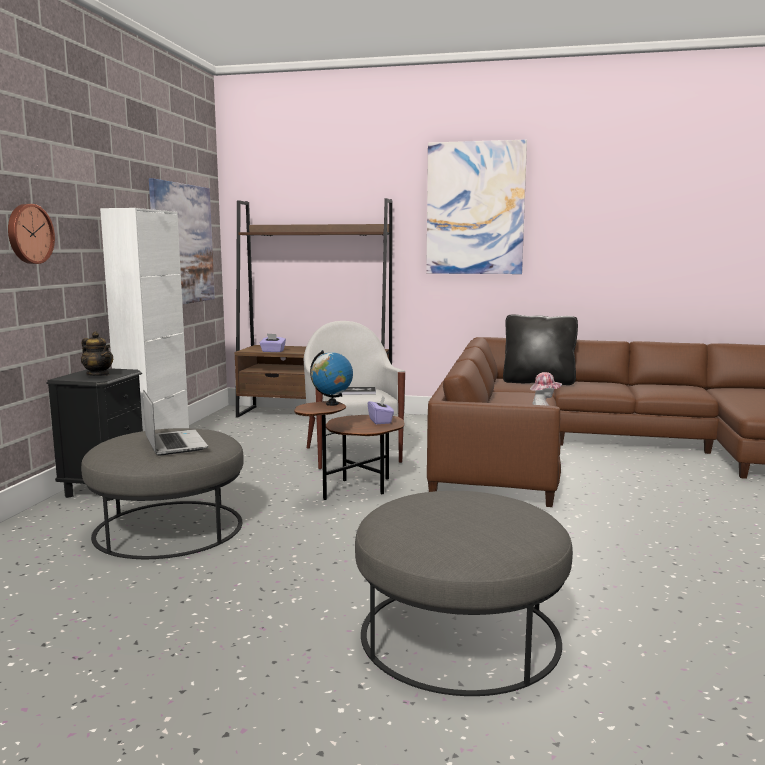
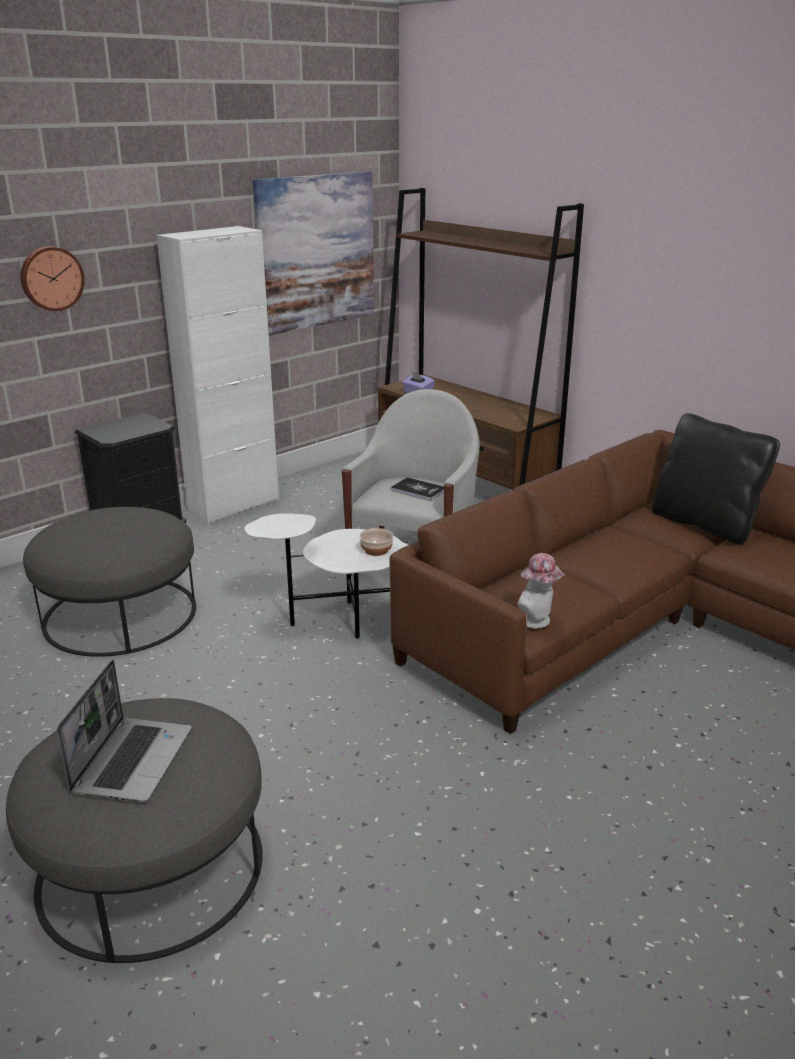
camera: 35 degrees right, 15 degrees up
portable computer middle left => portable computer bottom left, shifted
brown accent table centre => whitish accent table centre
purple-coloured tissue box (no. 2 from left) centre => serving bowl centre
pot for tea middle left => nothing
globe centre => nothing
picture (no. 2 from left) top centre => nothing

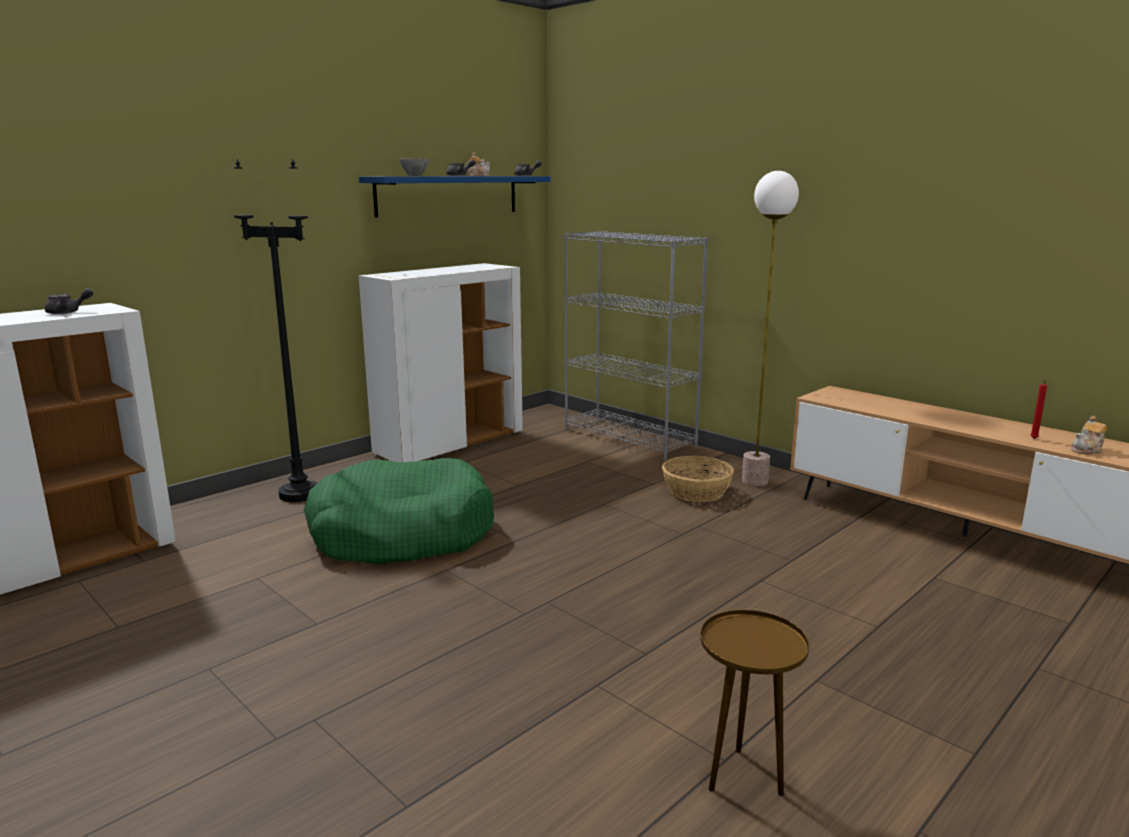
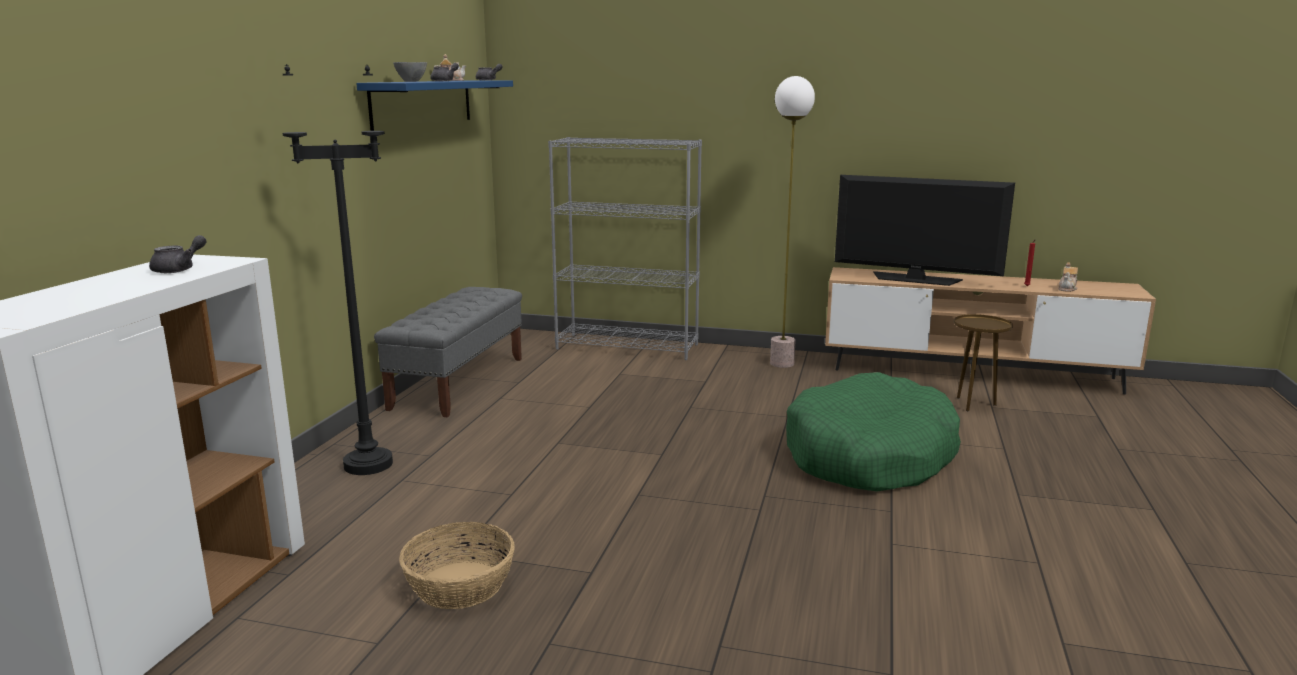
camera: 30 degrees left, 0 degrees up
whitish cupboard (no. 2 from left) centre => grey indoor bench centre
household basket centre => household basket bottom centre, shifted
green-coloured dog bed centre => green-coloured dog bed middle right, shifted
nothing => television middle right
brown accent table bottom right => brown accent table middle right, shifted

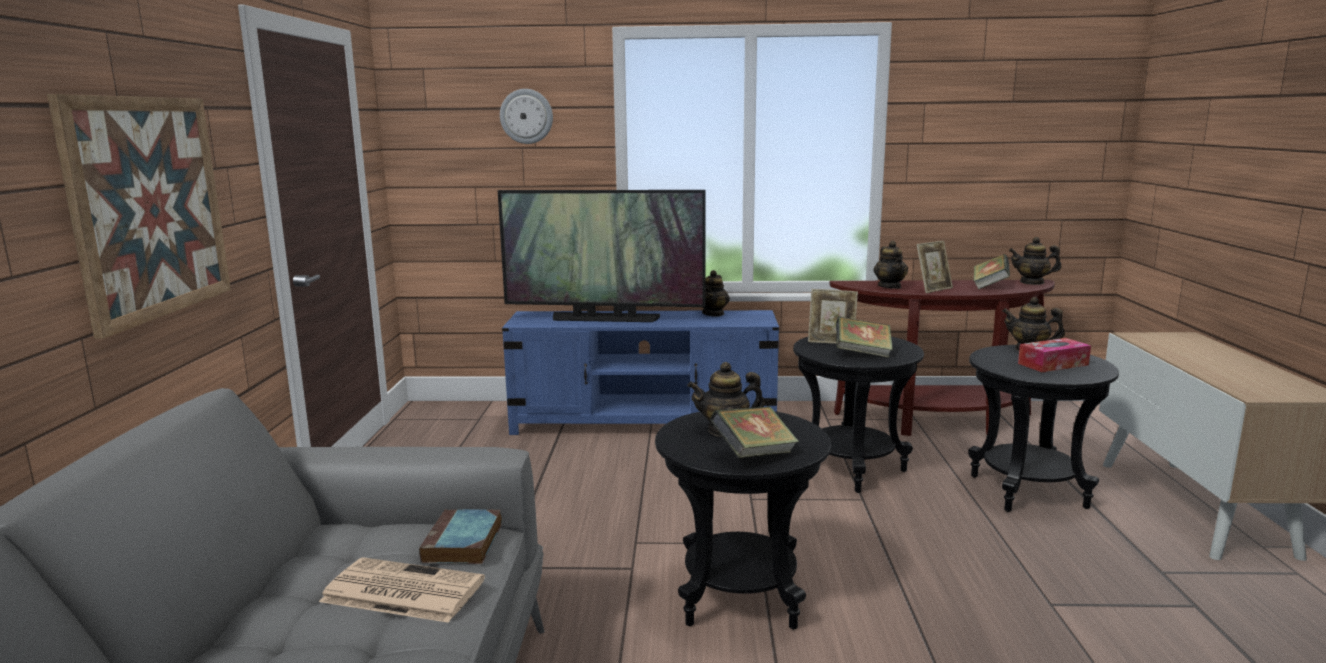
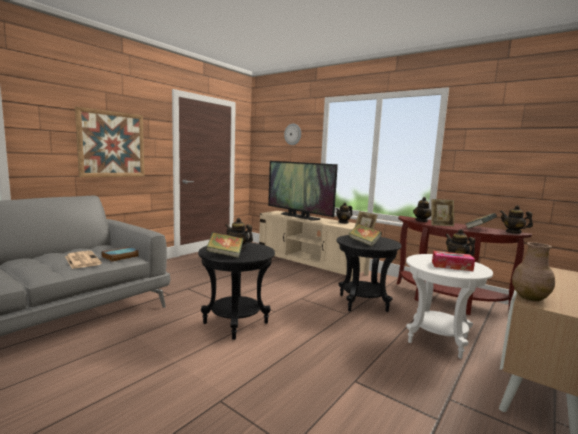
camera: 35 degrees right, 5 degrees down
bluish tv stand centre => beige tv stand centre
black accent table (no. 3 from left) middle right => whitish accent table bottom right
nothing => brown flower vase middle right

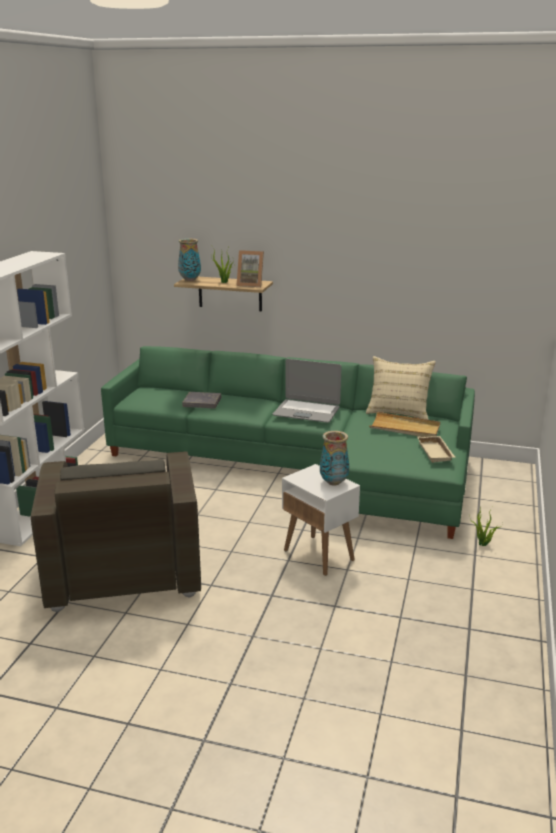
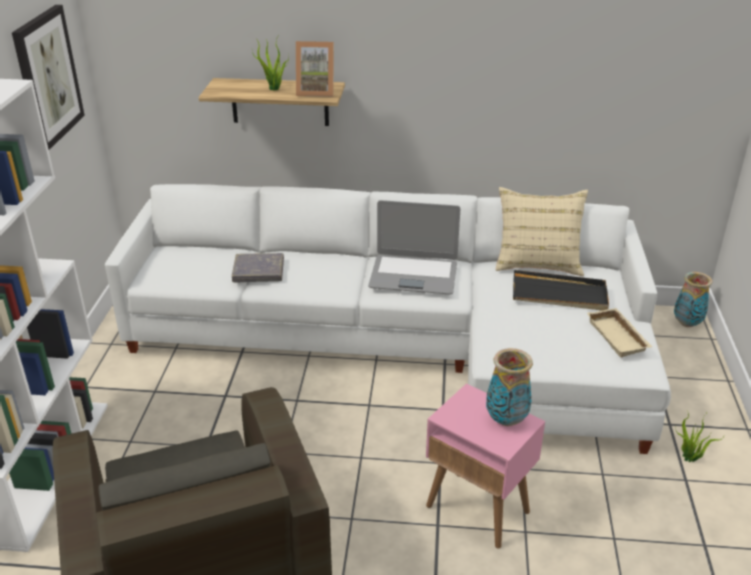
camera: 10 degrees left, 10 degrees up
nothing => picture top left
green-coloured couch centre => whitish couch centre
whitish accent table centre => pinkish accent table bottom centre
beige carrying tray (no. 1 from left) middle right => black carrying tray middle right
flower vase (no. 1 from left in the first image) top centre => flower vase (no. 2 from left) middle right, shifted

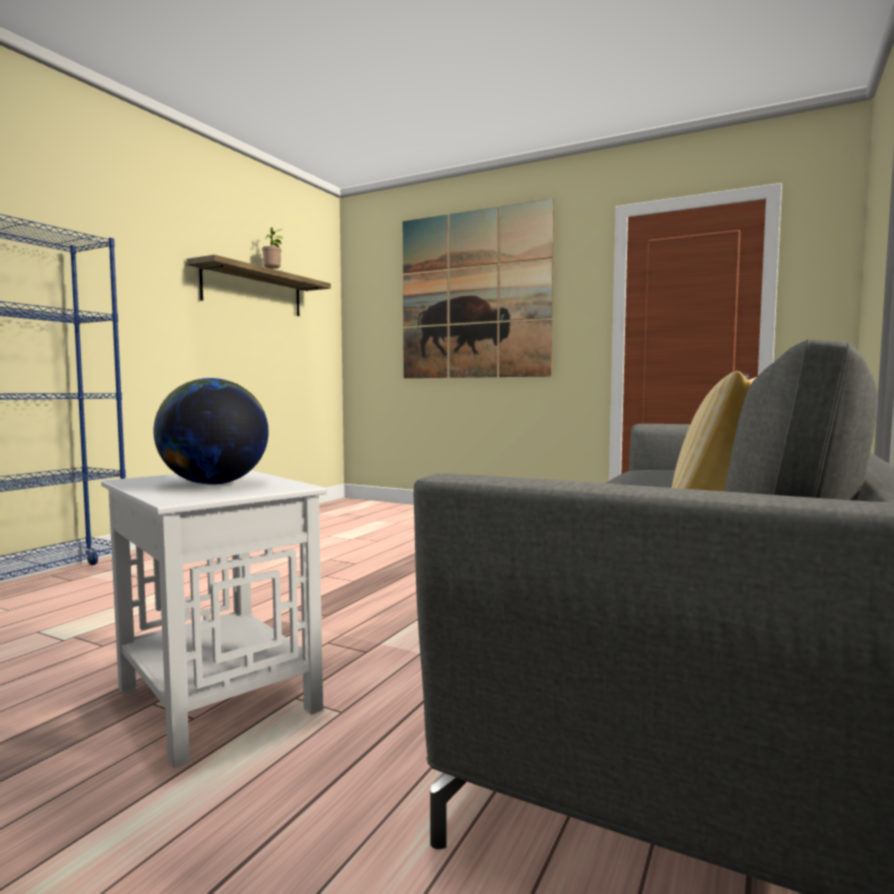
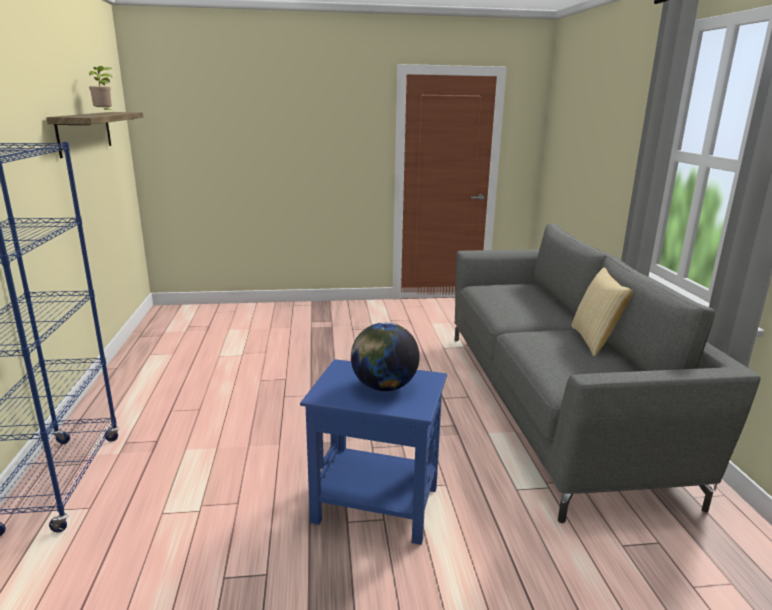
camera: 35 degrees left, 15 degrees up
whitish accent table bottom left => bluish accent table bottom centre
picture top centre => nothing

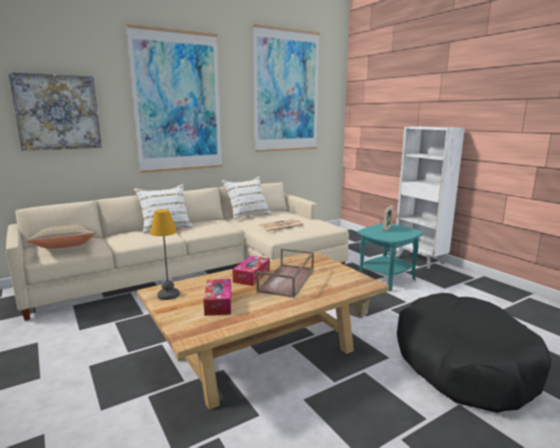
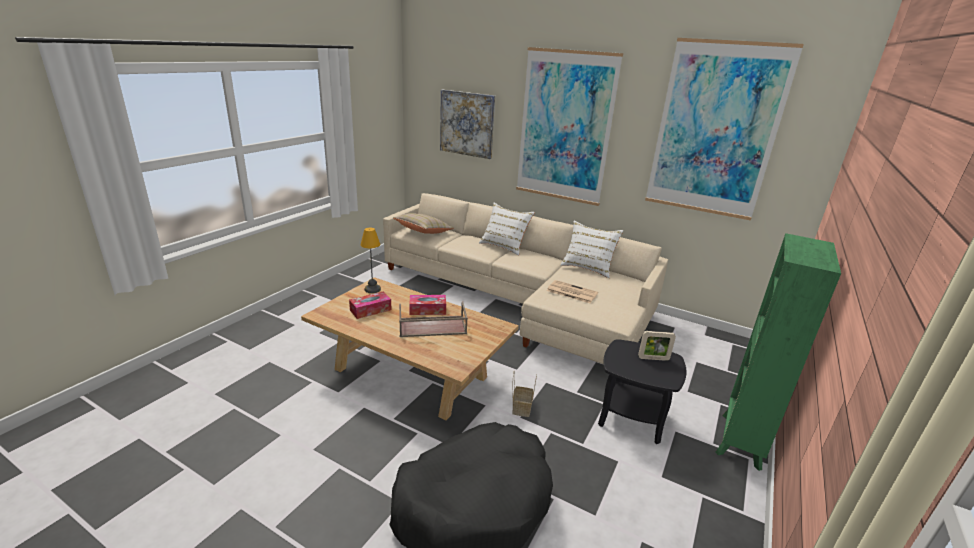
camera: 60 degrees right, 10 degrees up
blue-green accent table middle right => black accent table bottom centre
whitish bookcase middle right => green-coloured bookcase middle right

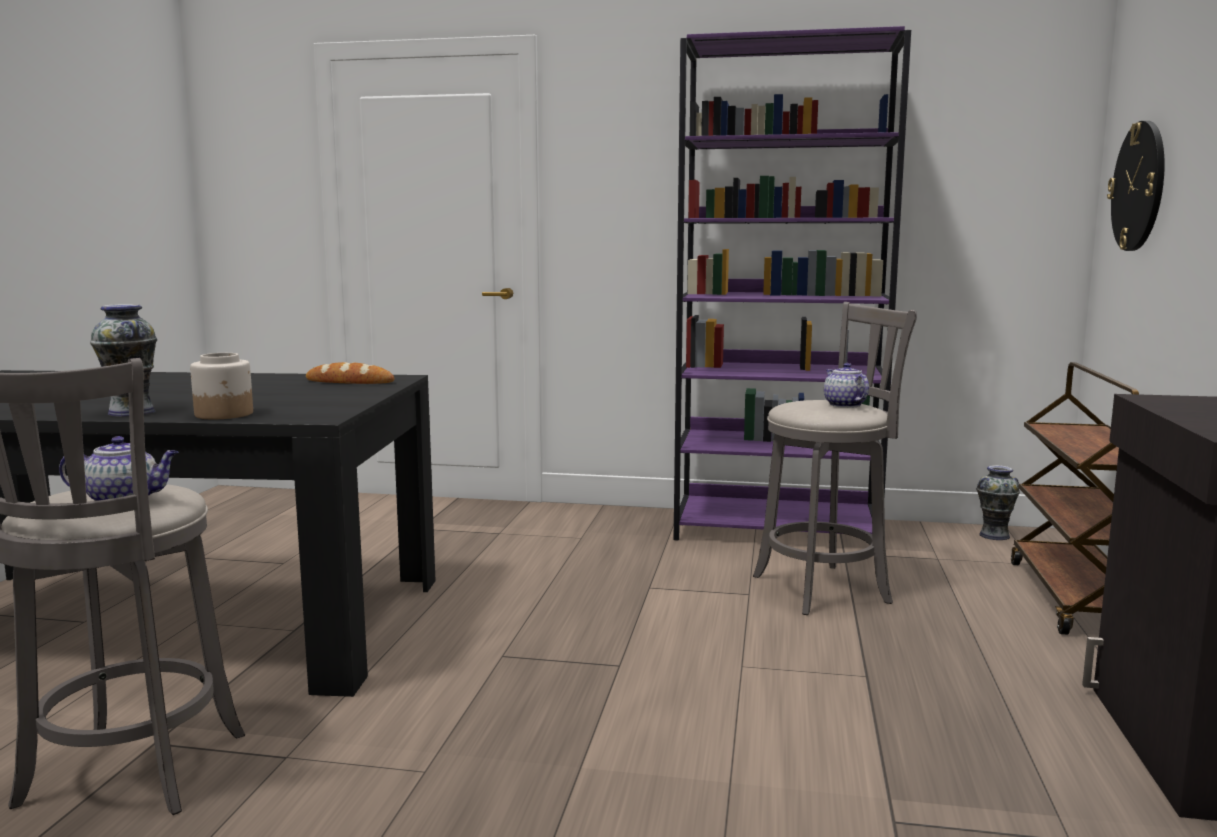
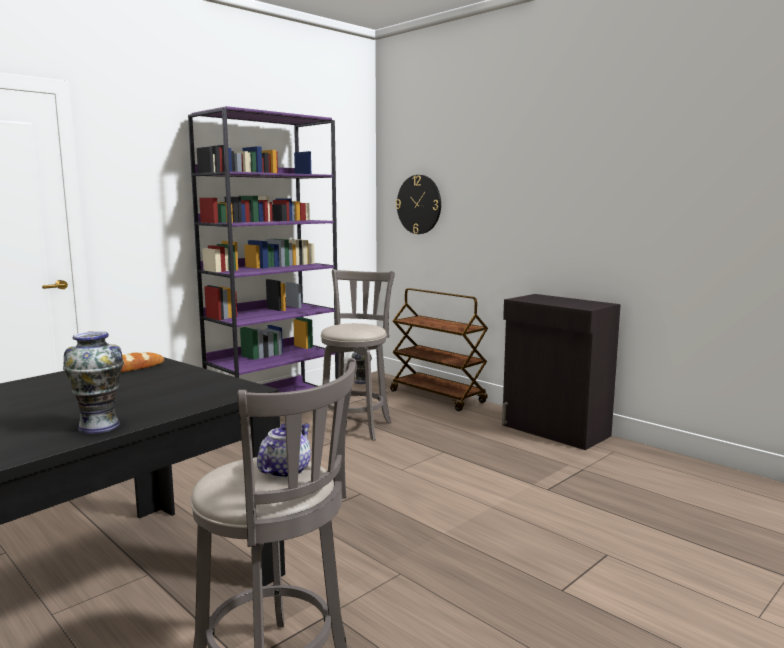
camera: 55 degrees left, 0 degrees up
preserve jar middle left => nothing
pot for tea (no. 2 from left) middle right => nothing

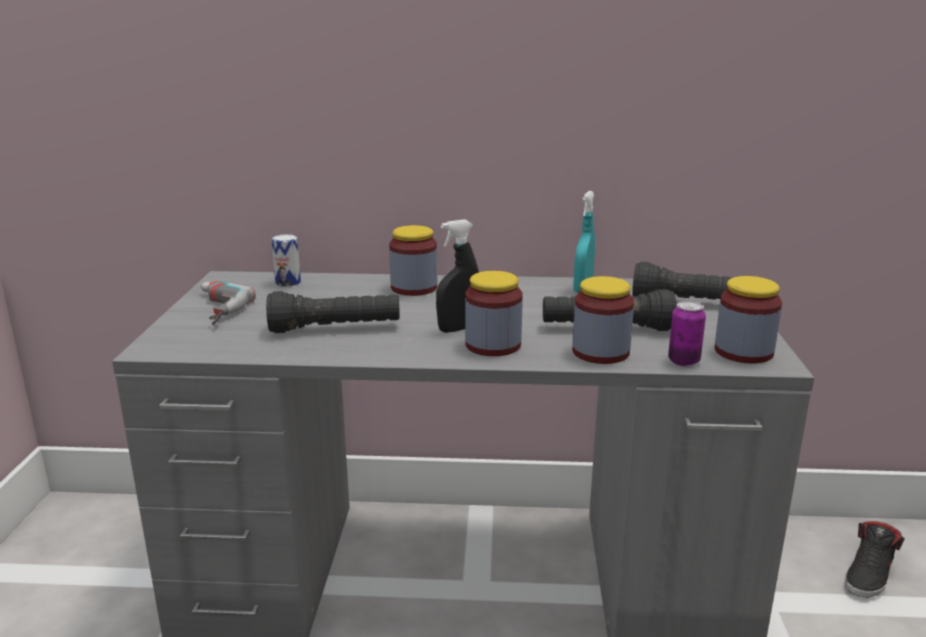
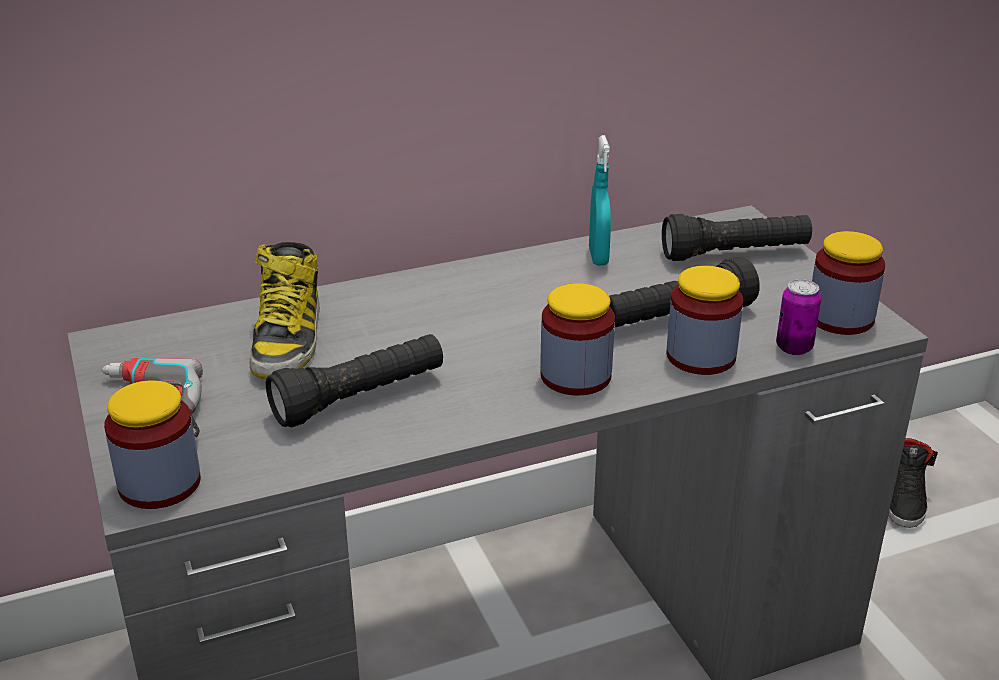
camera: 25 degrees left, 10 degrees up
preserve jar (no. 1 from left) centre => preserve jar (no. 1 from left) middle left, shifted
nothing => boot middle left
can (no. 1 from left) middle left => nothing
black spray bottle centre => nothing

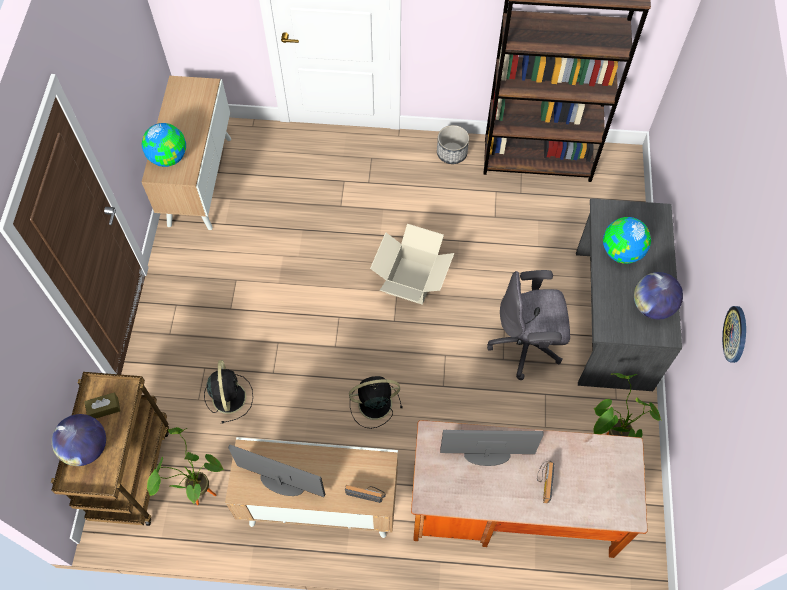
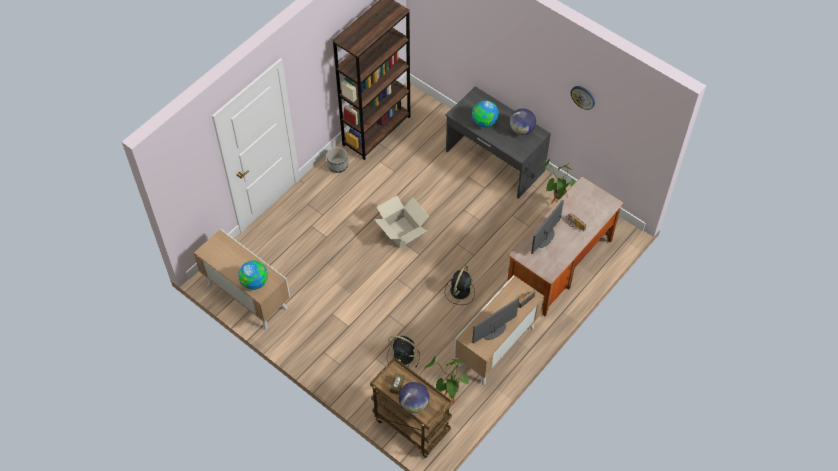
camera: 55 degrees left, 5 degrees down
grey computer chair middle right => nothing

